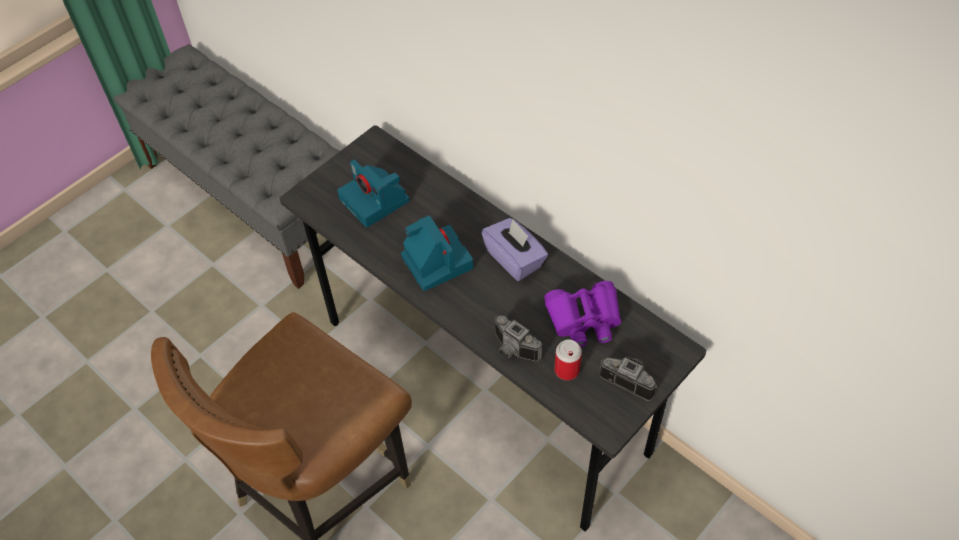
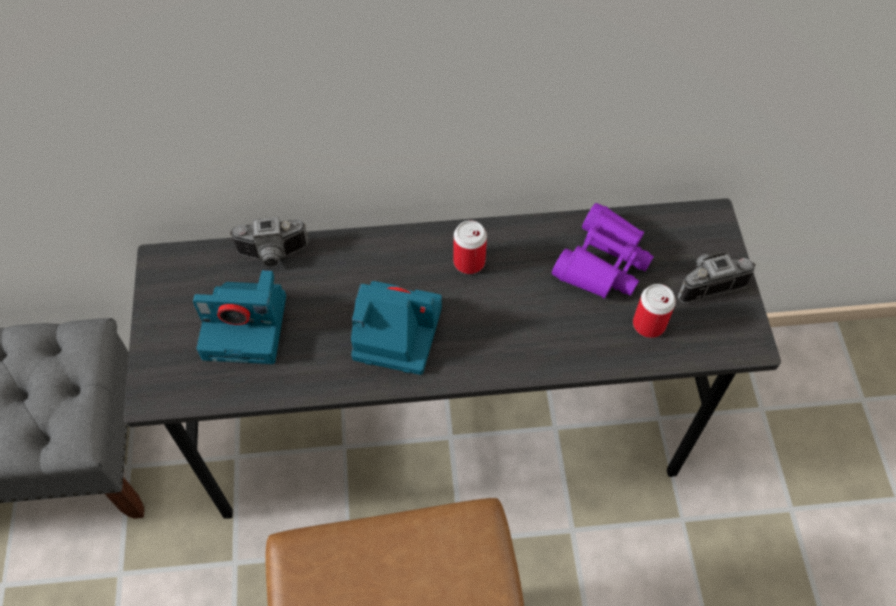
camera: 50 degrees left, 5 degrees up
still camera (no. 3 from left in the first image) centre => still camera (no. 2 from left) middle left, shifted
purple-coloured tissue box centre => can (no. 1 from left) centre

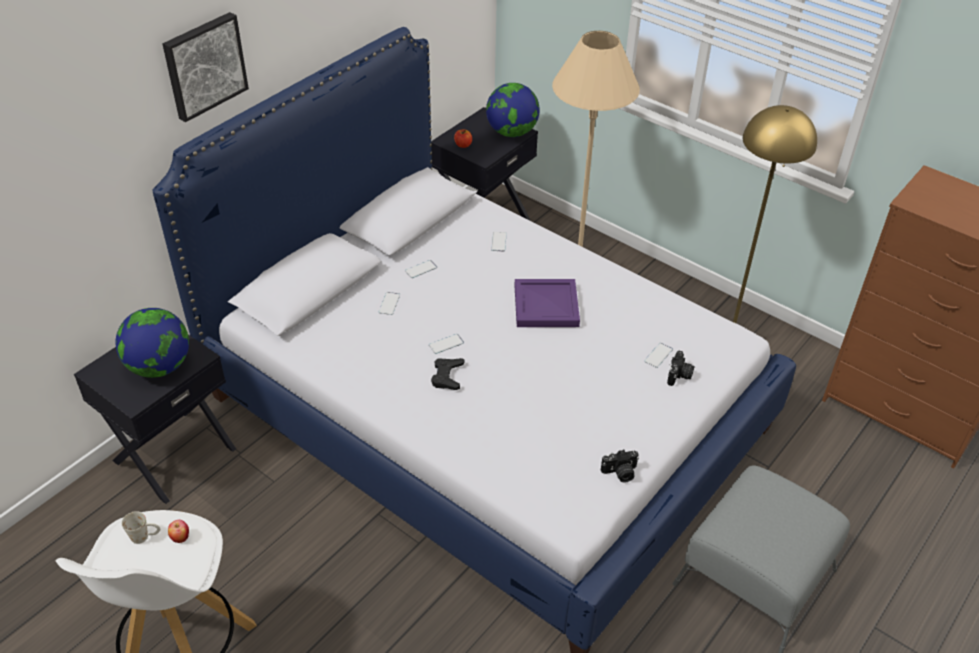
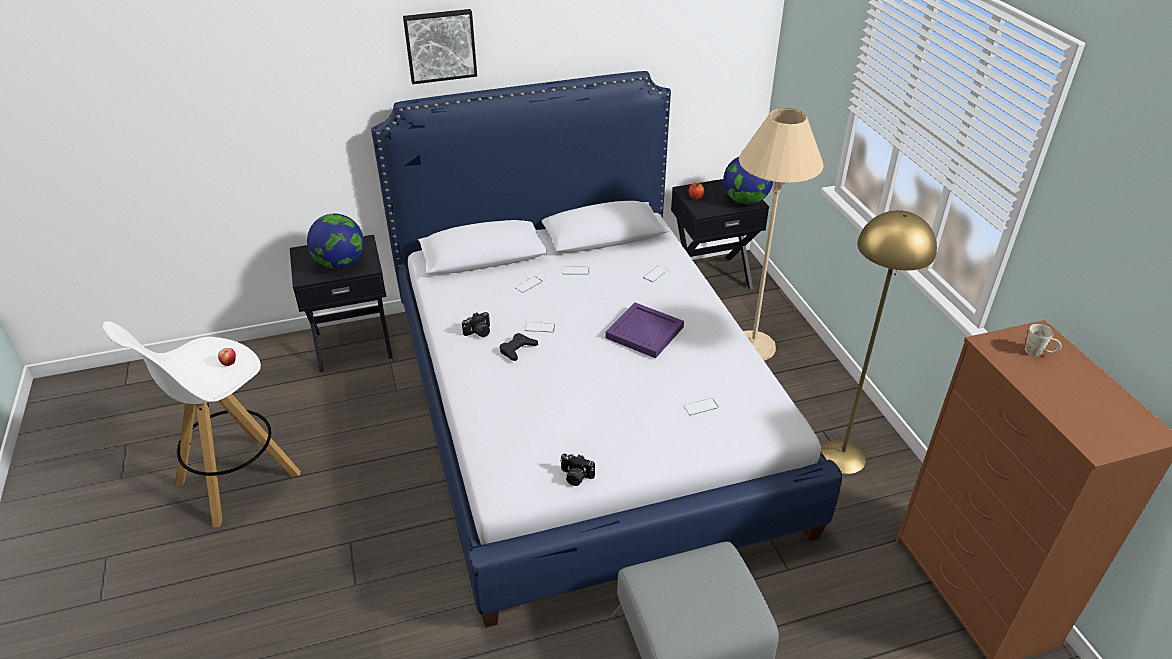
camera: 35 degrees right, 5 degrees down
still camera (no. 2 from left in the first image) middle right => still camera (no. 1 from left) centre, shifted
whitish mug bottom left => whitish mug middle right, shifted

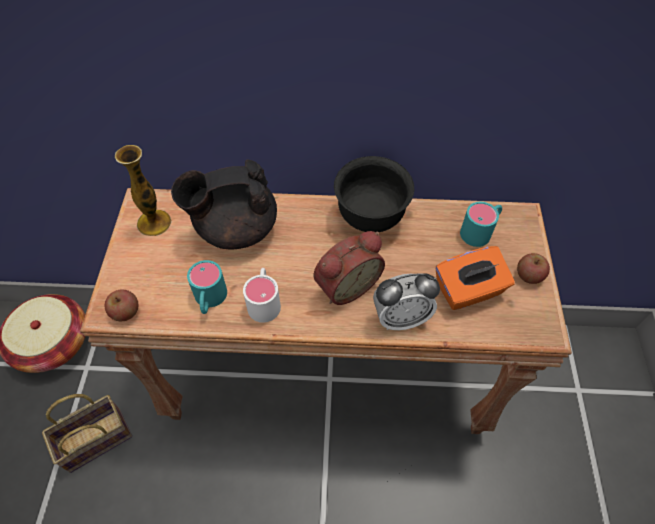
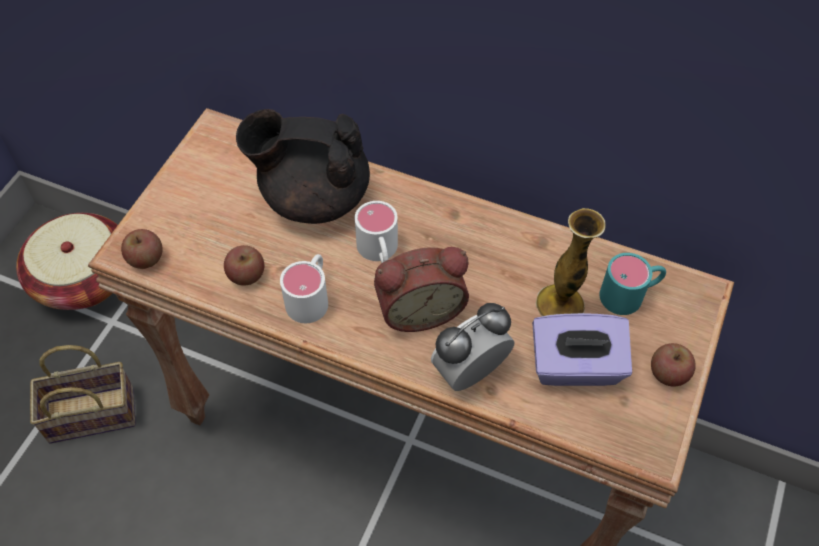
camera: 20 degrees right, 0 degrees up
blue-green mug (no. 1 from left) middle left => apple fruit (no. 2 from left) middle left
nothing => whitish mug (no. 2 from left) centre
alarm clock (no. 2 from left) centre, 135 degrees clockwise
orangey tissue box middle right => purple-coloured tissue box middle right
flower vase middle left => flower vase middle right, shifted
black serving bowl centre => nothing

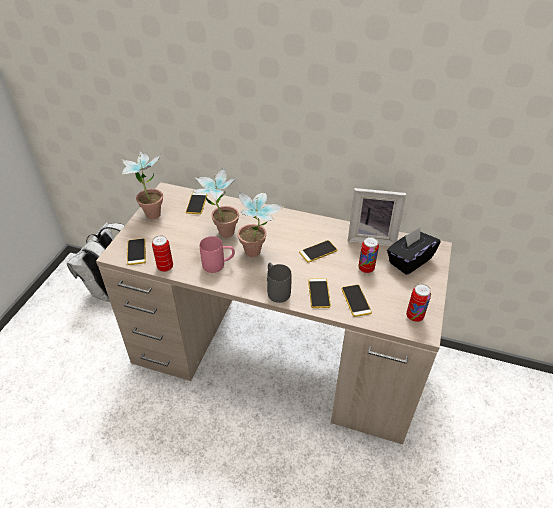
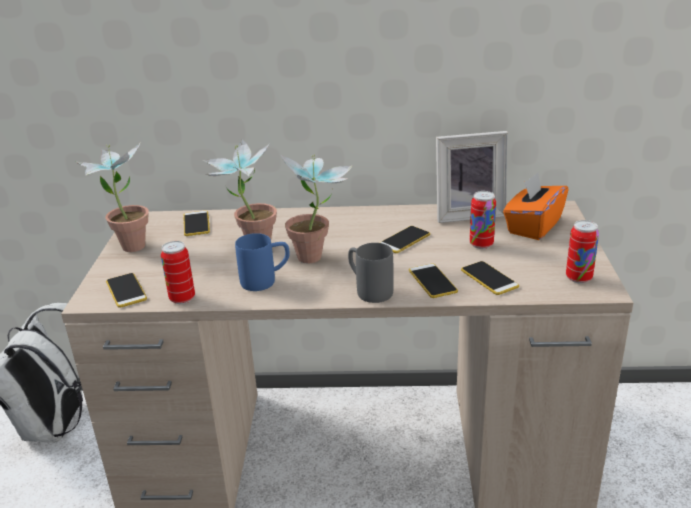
camera: 15 degrees left, 15 degrees down
pinkish mug centre => bluish mug centre
black tissue box middle right => orangey tissue box middle right

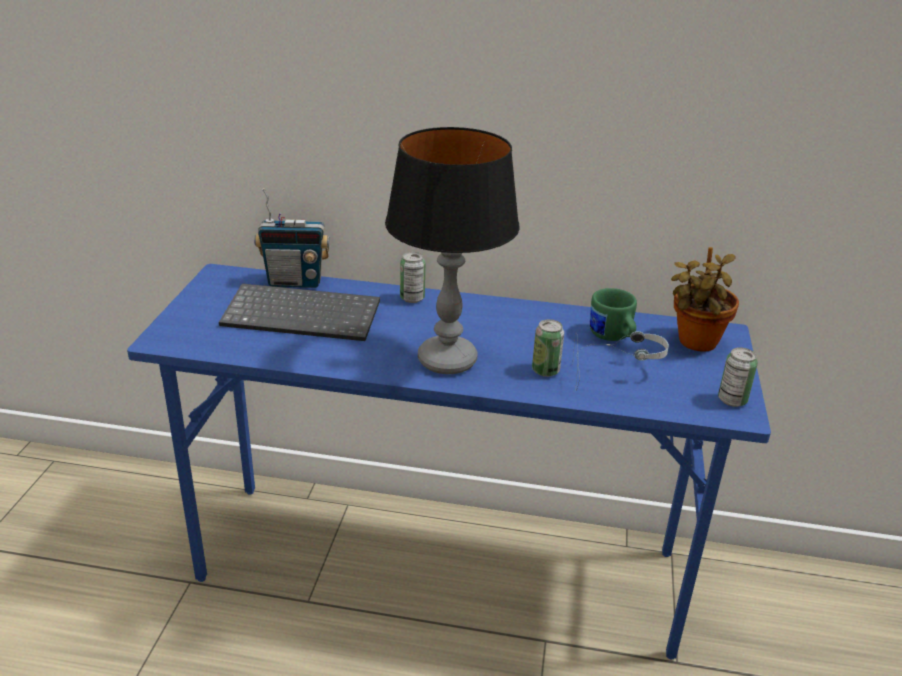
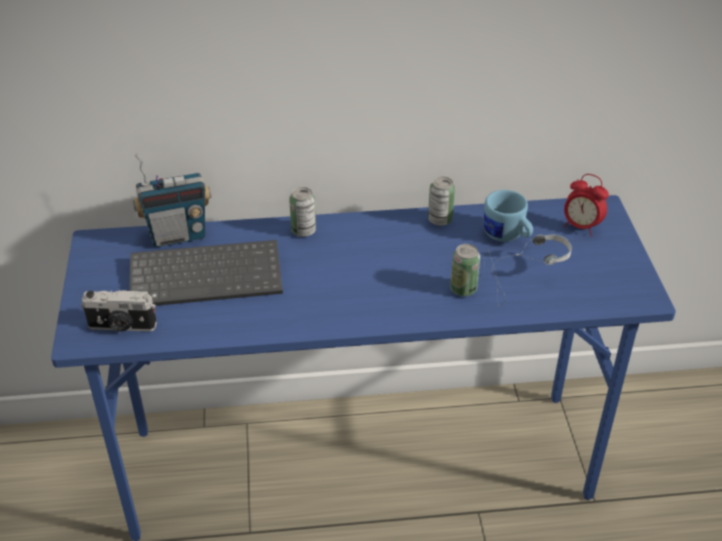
camera: 15 degrees left, 10 degrees up
nothing => still camera middle left
can (no. 3 from left in the first image) middle right => can (no. 2 from left) centre, shifted
green-coloured mug middle right => bluish mug middle right
plant in a pot middle right => alarm clock middle right
lamp for a table centre => nothing

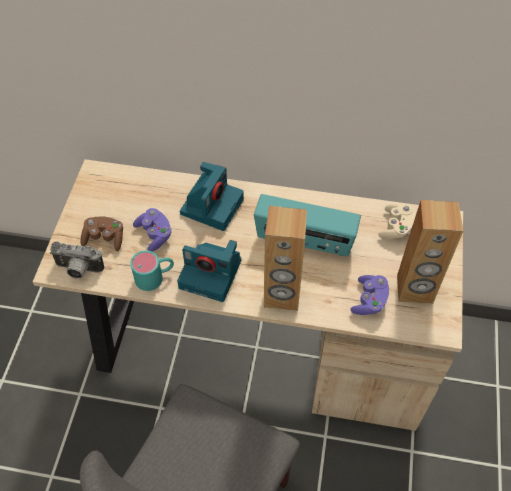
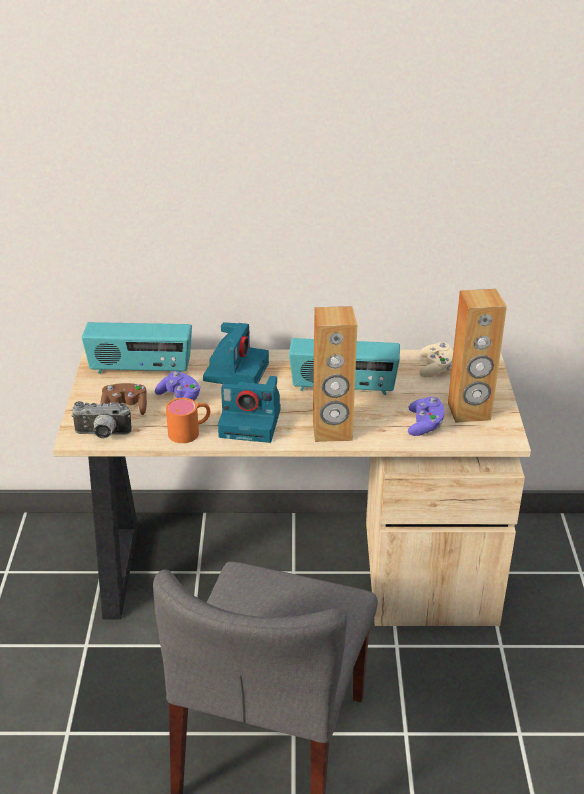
camera: 10 degrees left, 20 degrees down
nothing => radio set (no. 1 from left) middle left
blue-green mug middle left => orangey mug middle left

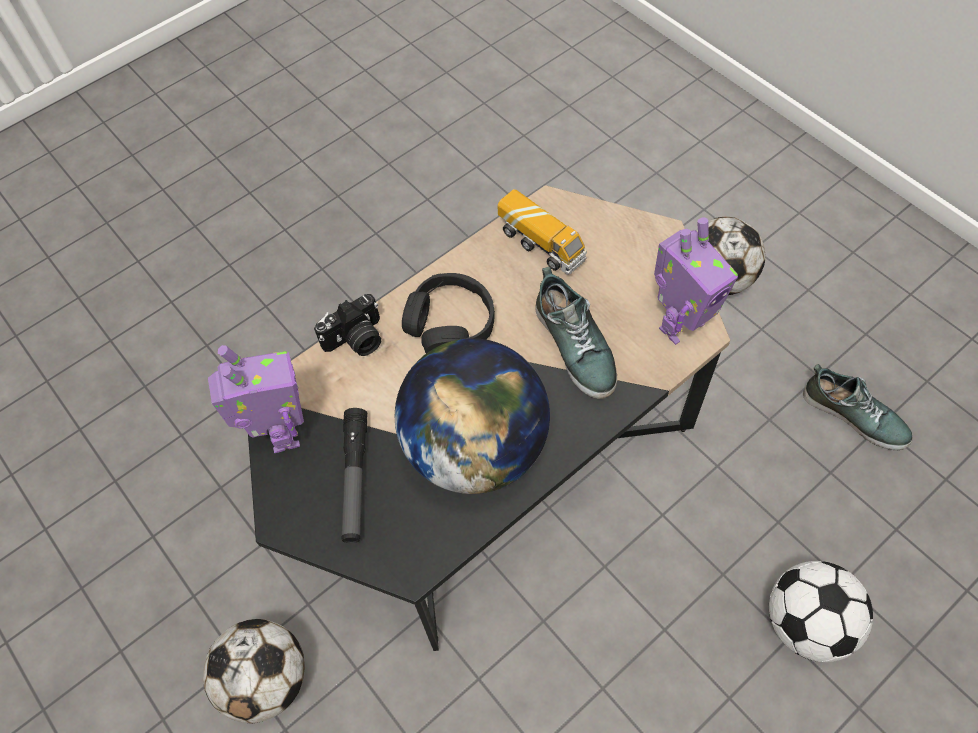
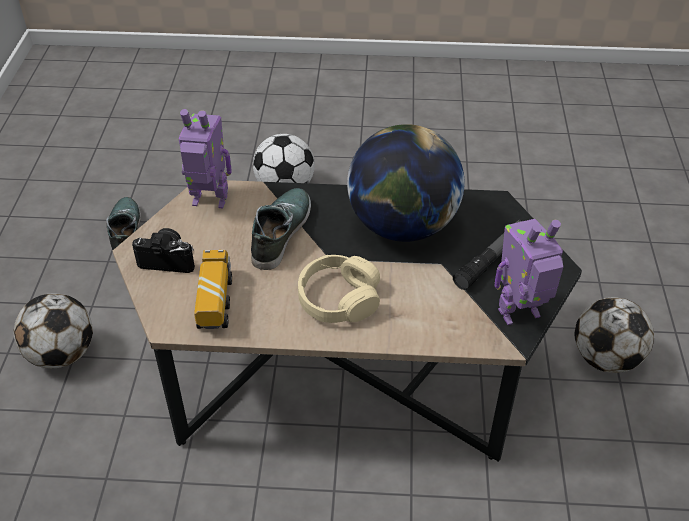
camera: 140 degrees left, 15 degrees down
still camera centre => still camera middle left, shifted
black headset centre => beige headset centre
robot figure (no. 1 from left in the first image) middle left => robot figure (no. 2 from left) middle right, 45 degrees clockwise

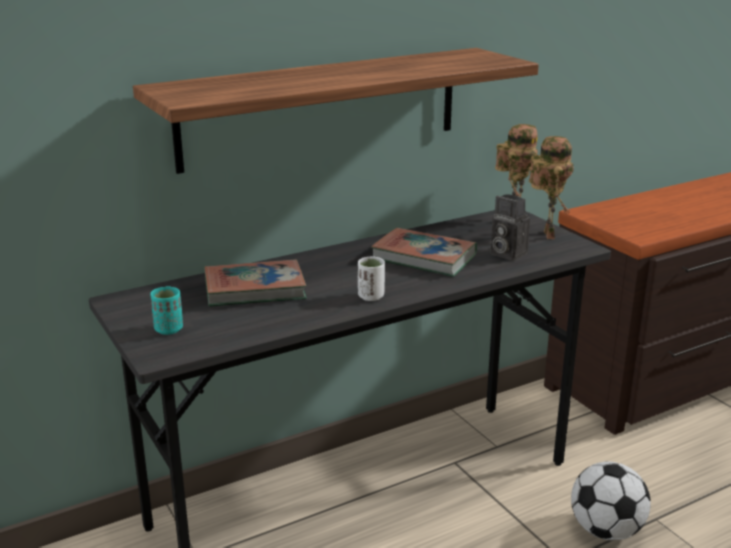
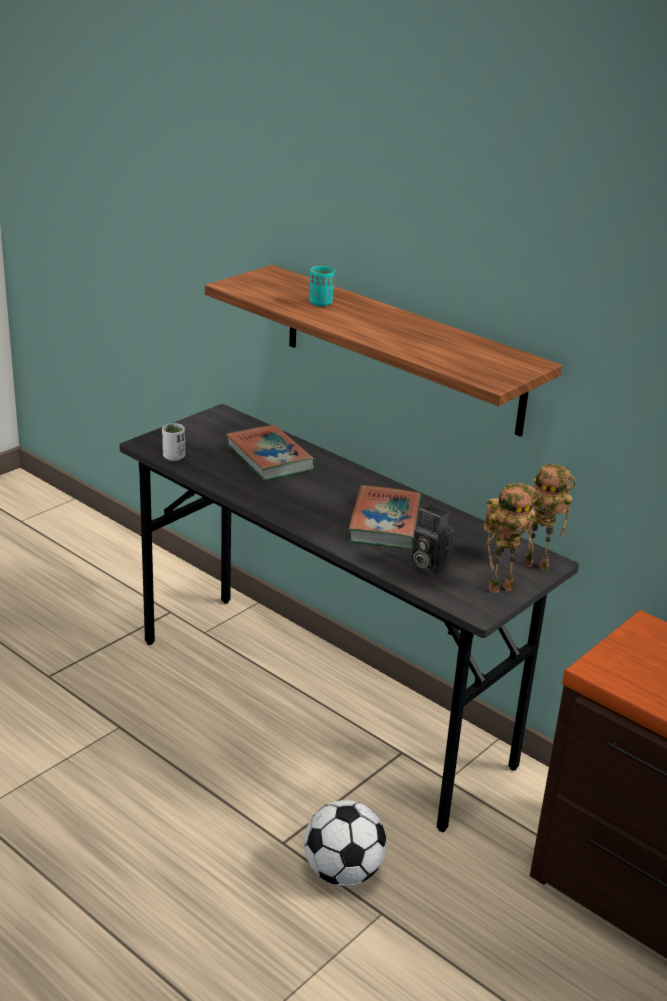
camera: 70 degrees right, 5 degrees up
whitish drinking cup centre => whitish drinking cup middle left, shifted
blue-green drinking cup middle left => blue-green drinking cup top centre, shifted
still camera middle right => still camera centre, 75 degrees counterclockwise

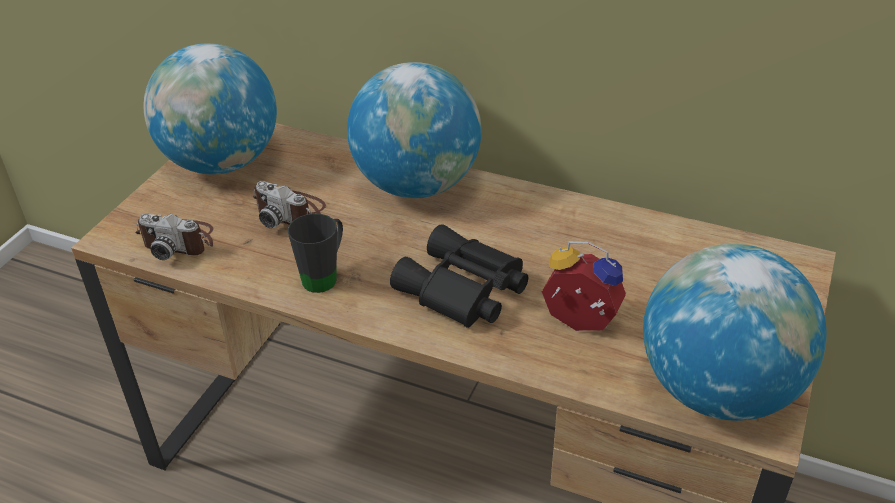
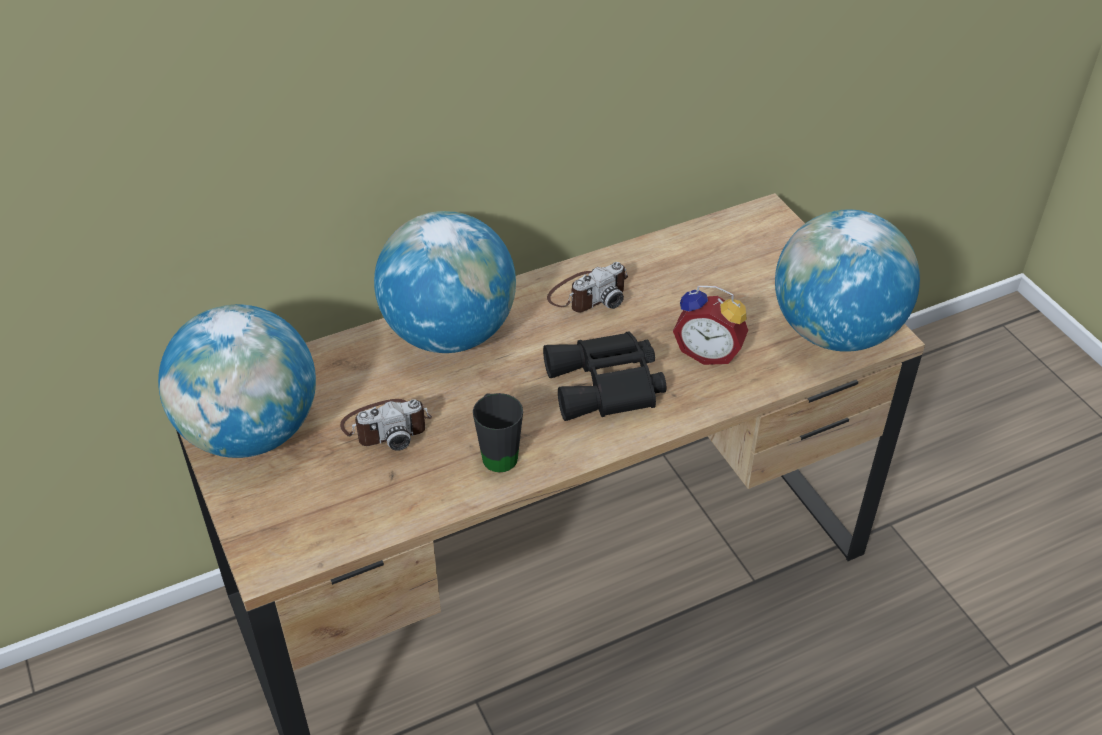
camera: 50 degrees left, 5 degrees up
still camera (no. 1 from left in the first image) middle left => still camera (no. 2 from left) centre, shifted
alarm clock centre, 135 degrees counterclockwise

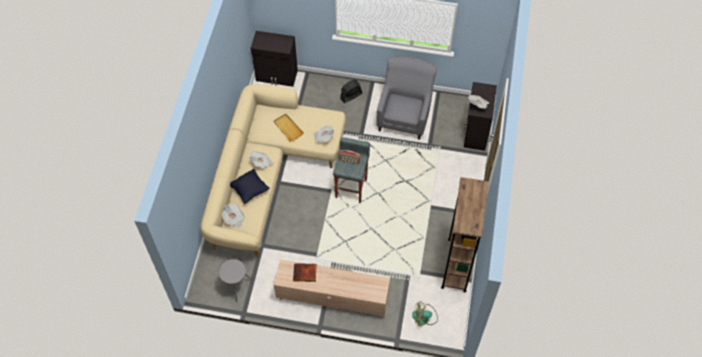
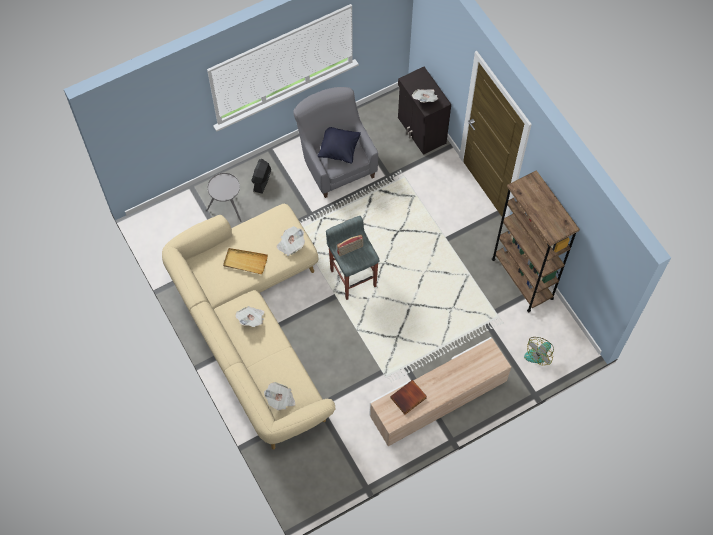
camera: 40 degrees left, 5 degrees up
grey accent table bottom centre => grey accent table middle left, shifted
black pillow centre => black pillow top centre, shifted
black cupboard (no. 1 from left) top centre => nothing

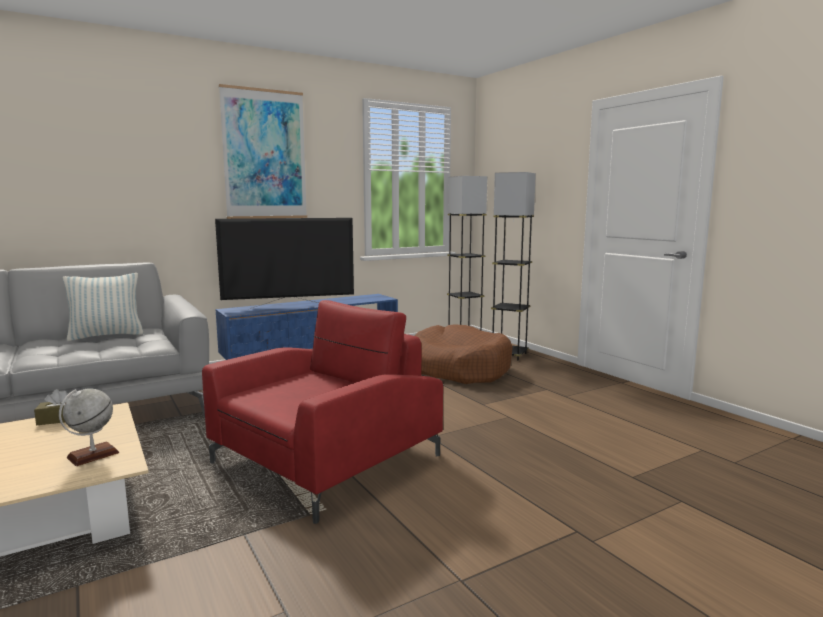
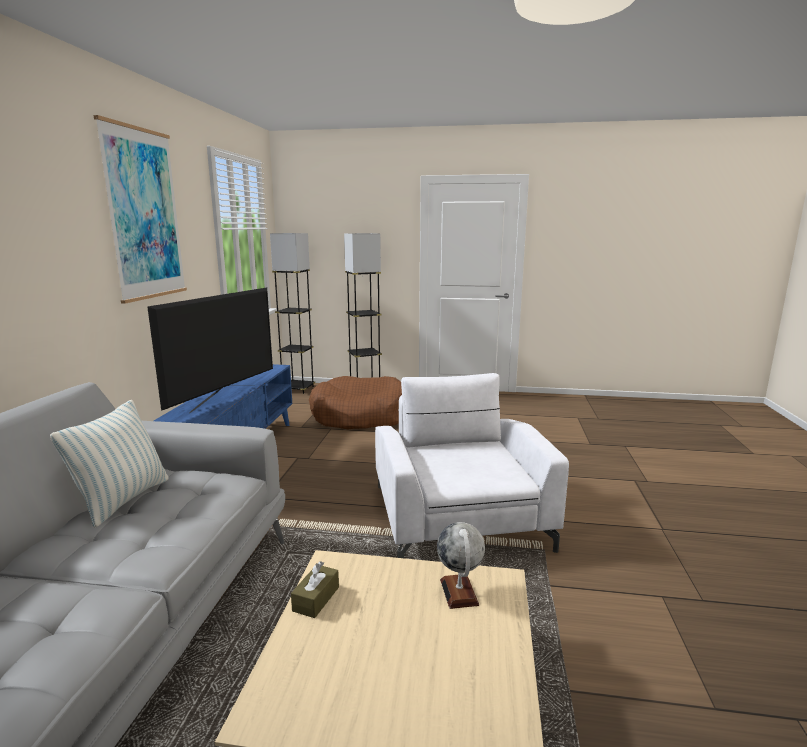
camera: 50 degrees left, 5 degrees up
red-coloured easy chair bottom centre => whitish easy chair centre

